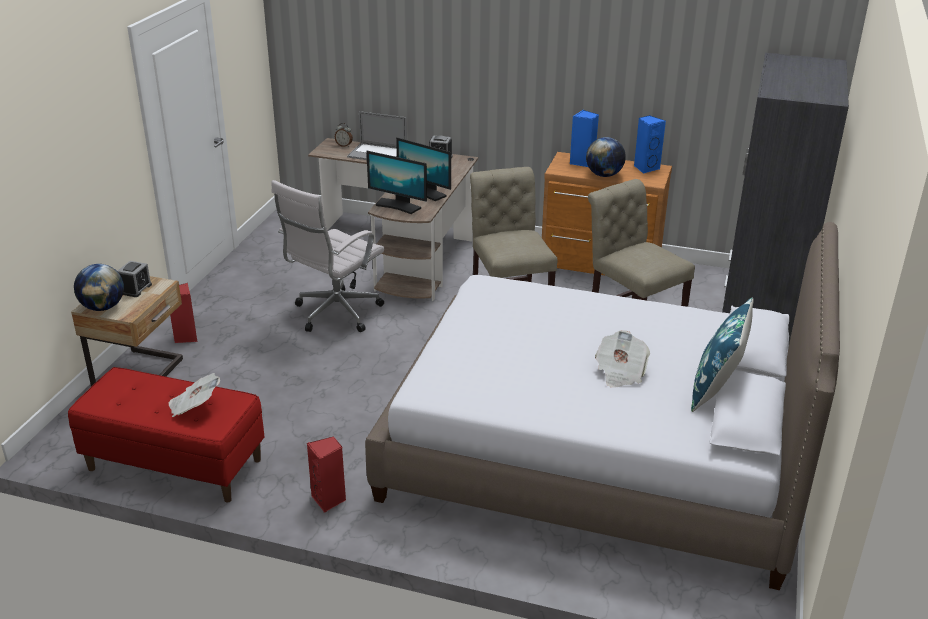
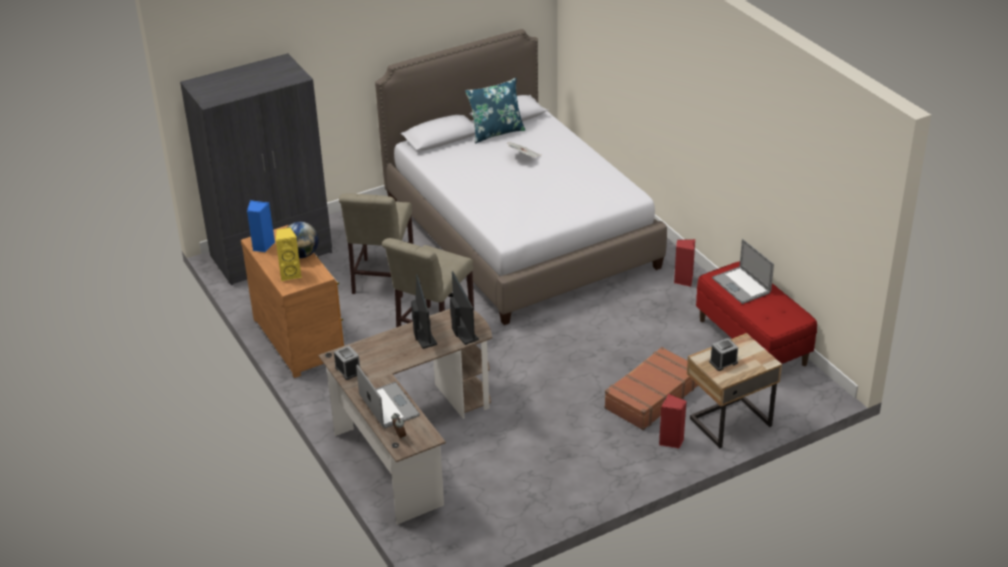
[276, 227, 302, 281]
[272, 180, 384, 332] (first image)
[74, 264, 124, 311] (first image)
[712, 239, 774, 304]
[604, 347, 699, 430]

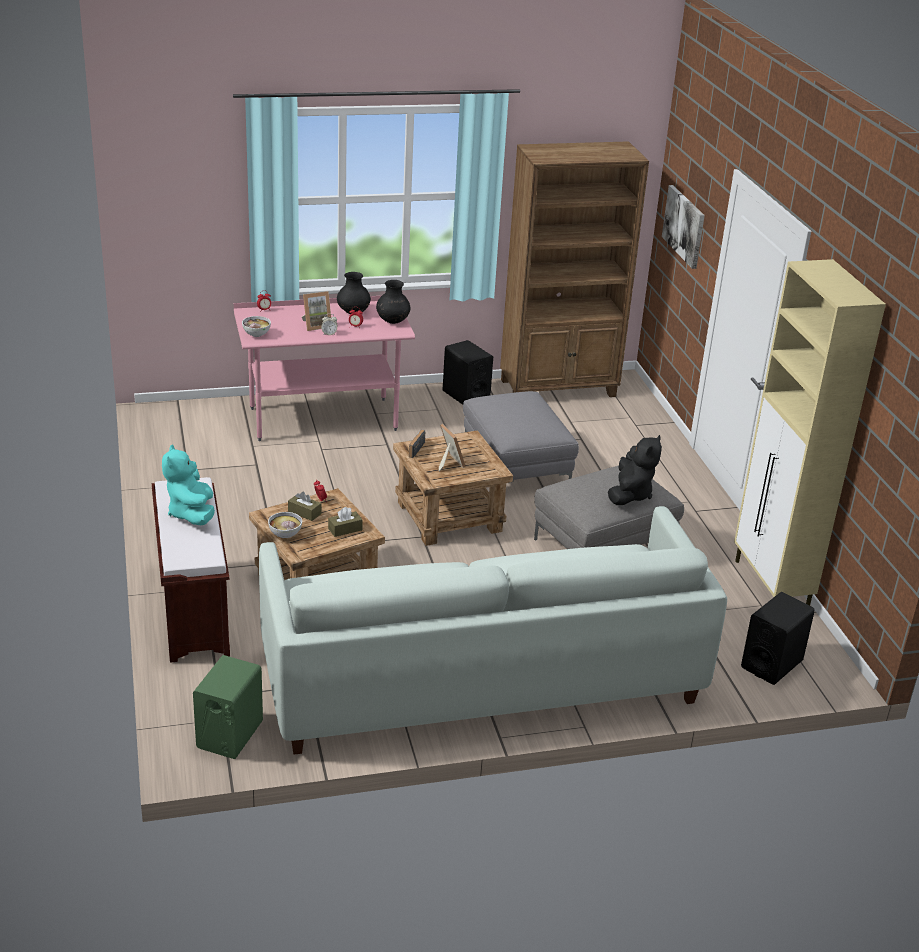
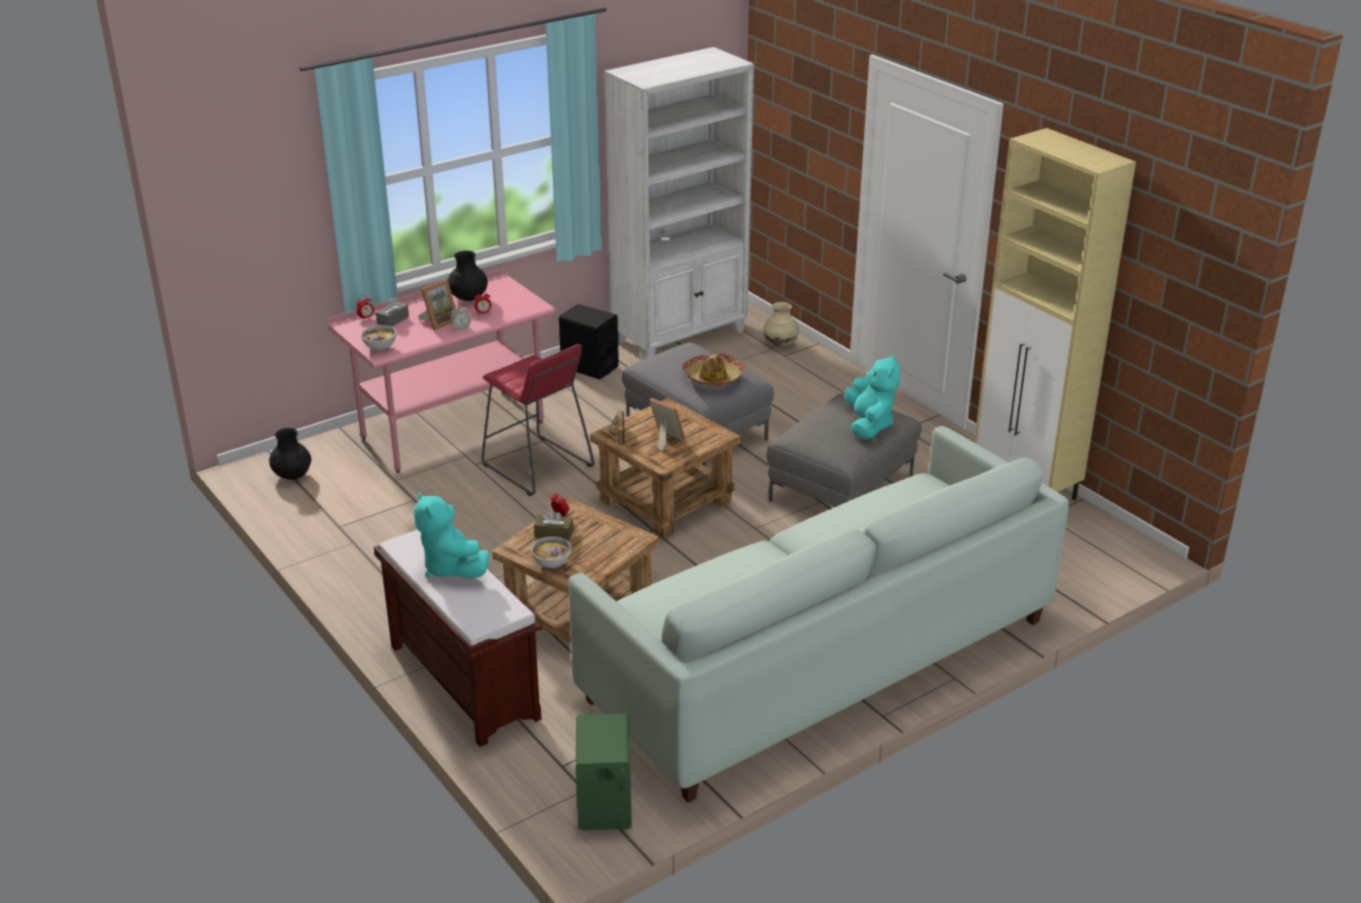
[604, 47, 754, 360]
[662, 185, 705, 269] (first image)
[269, 428, 311, 480]
[845, 354, 900, 440]
[328, 507, 363, 537] (first image)
[741, 592, 815, 685] (first image)
[376, 297, 409, 327]
[763, 302, 799, 346]
[482, 344, 594, 496]
[682, 354, 745, 386]

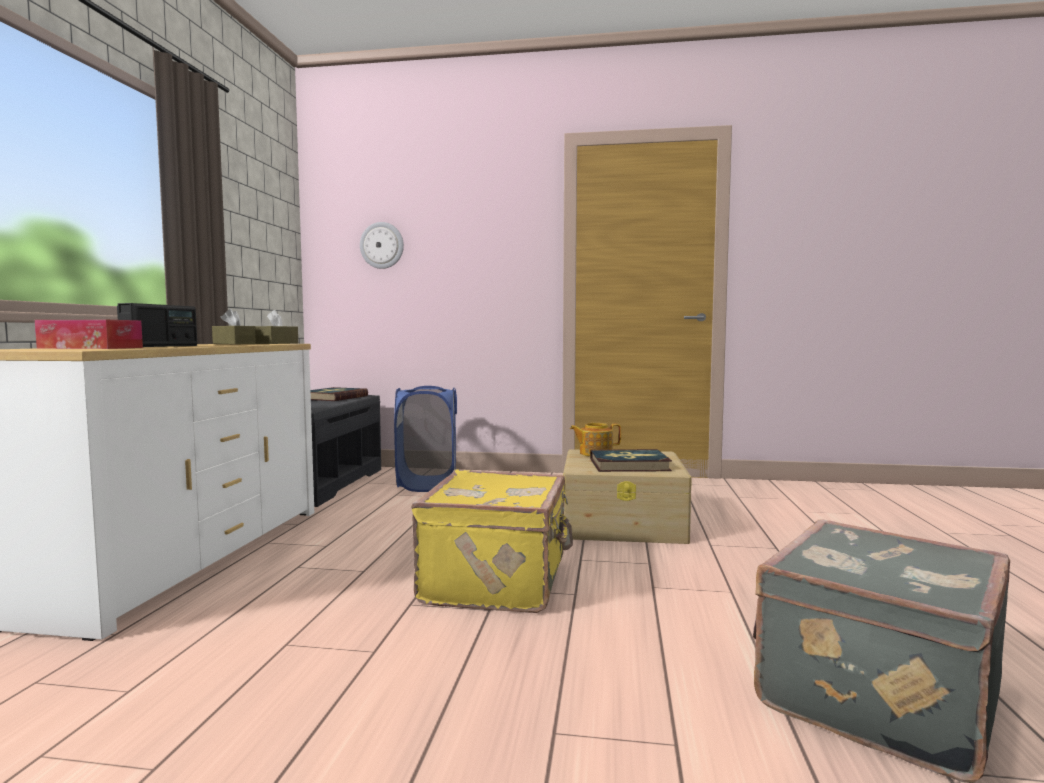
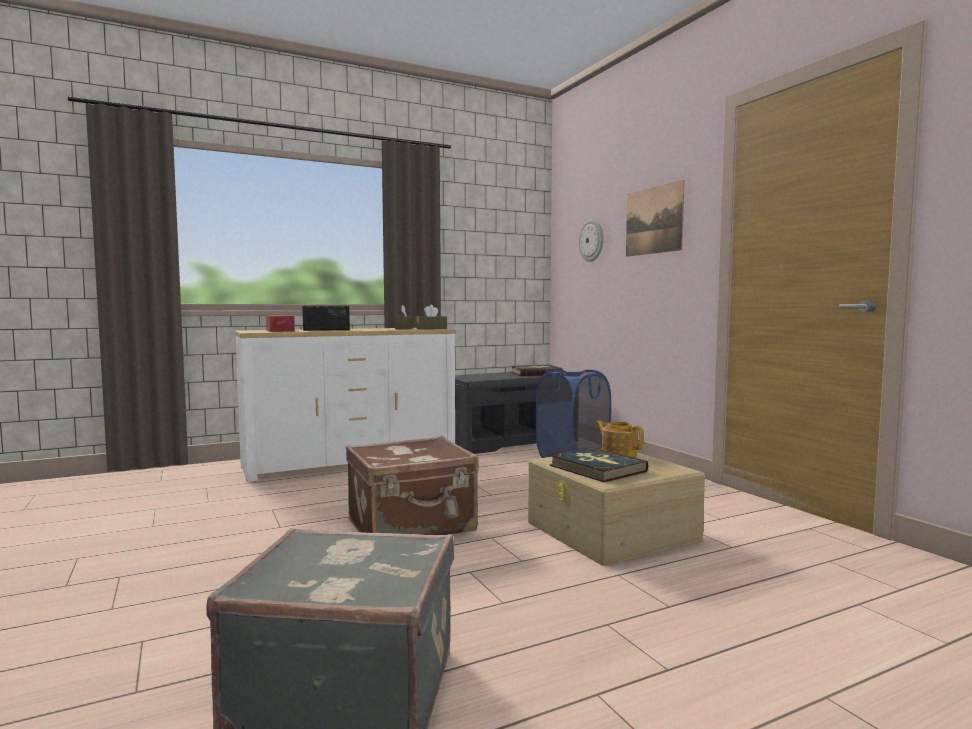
[346, 436, 479, 535]
[626, 180, 685, 257]

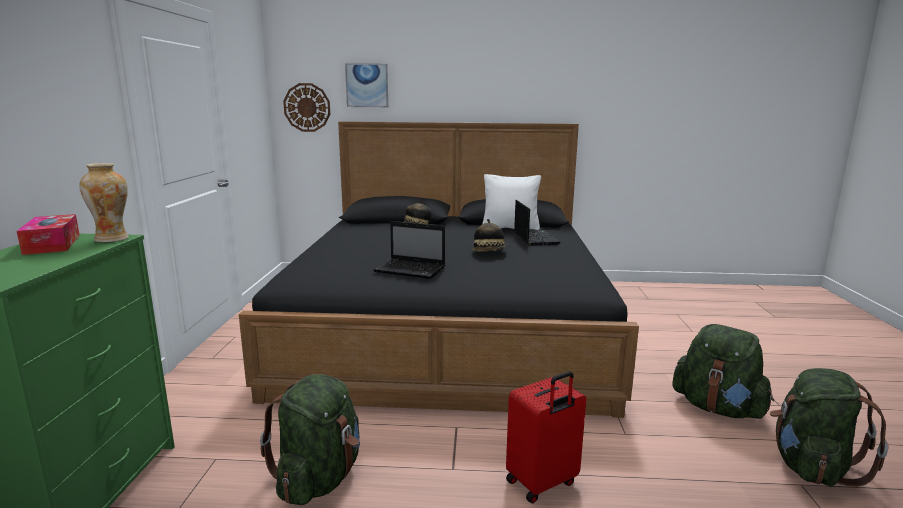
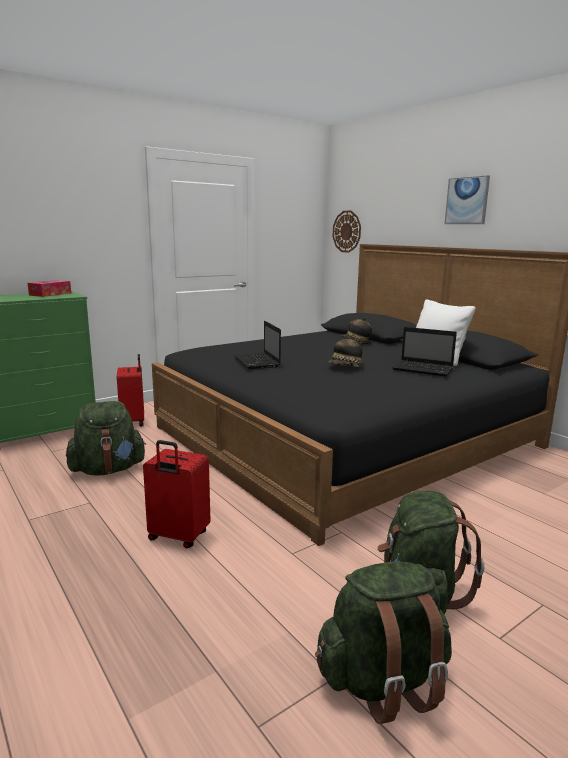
[445, 175, 490, 224]
[79, 163, 129, 242] (first image)
[393, 327, 457, 377]
[117, 354, 144, 427]

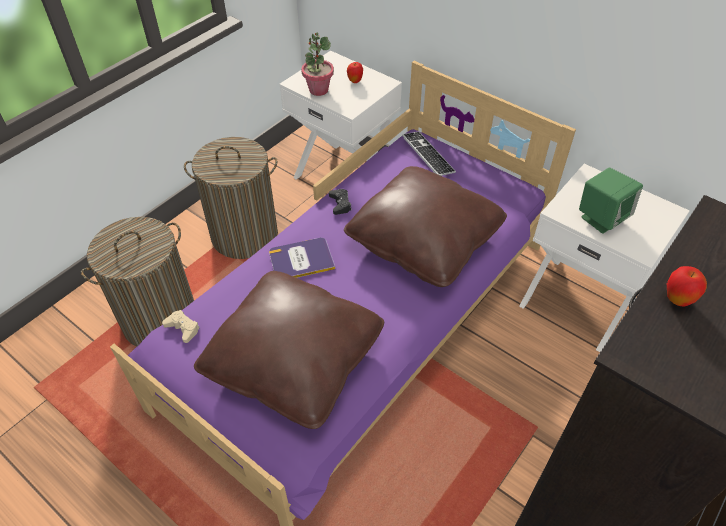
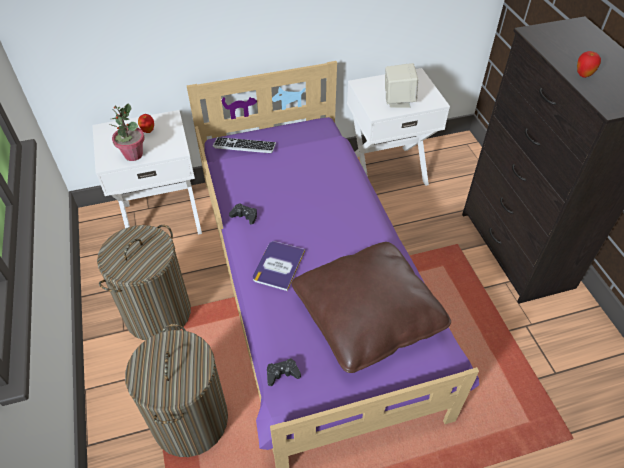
[344, 166, 507, 287] (first image)
[385, 63, 418, 108]
[267, 358, 301, 386]

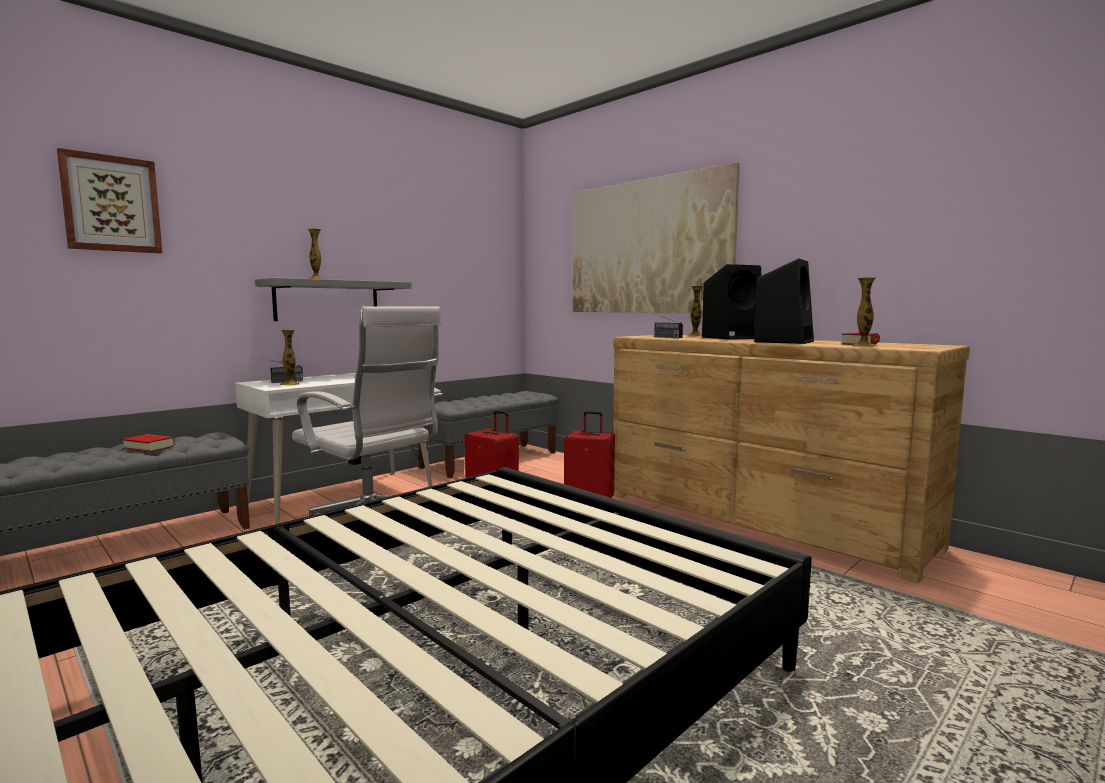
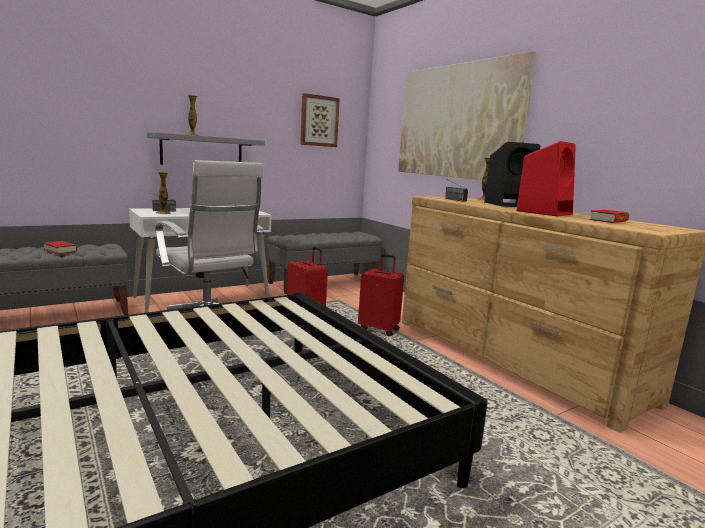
[300, 93, 340, 147]
[517, 141, 576, 217]
[852, 277, 876, 347] (first image)

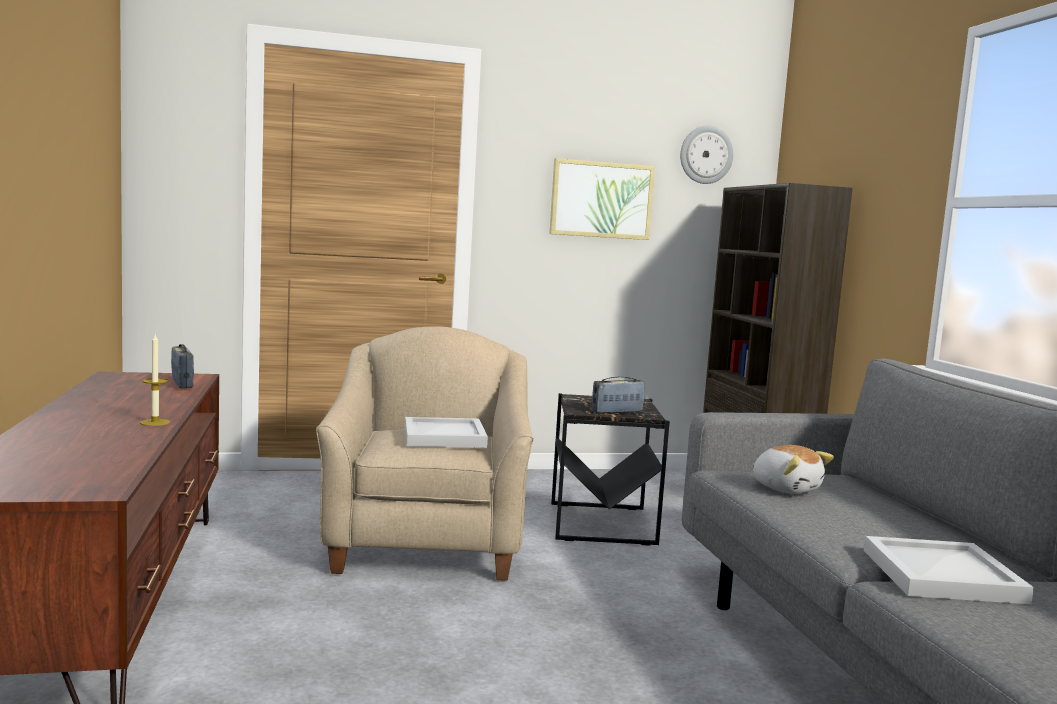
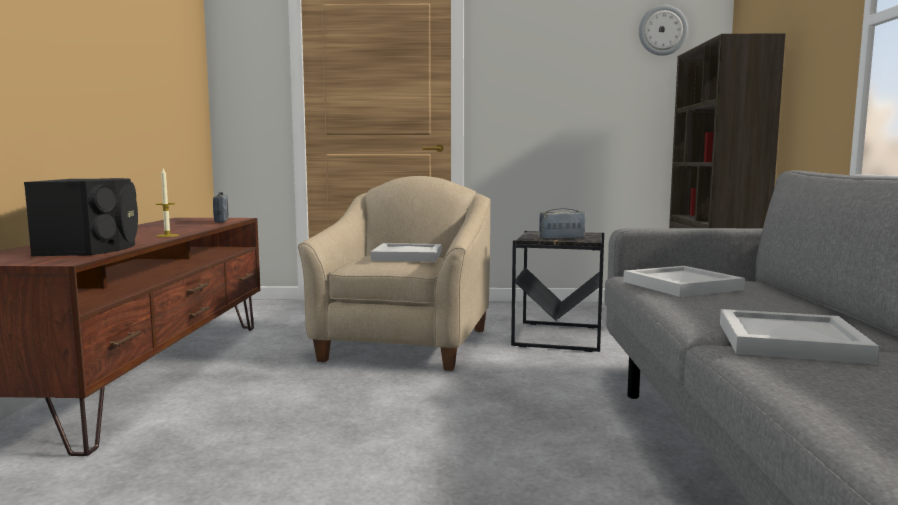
[549, 158, 655, 240] (first image)
[623, 266, 745, 297]
[24, 178, 138, 257]

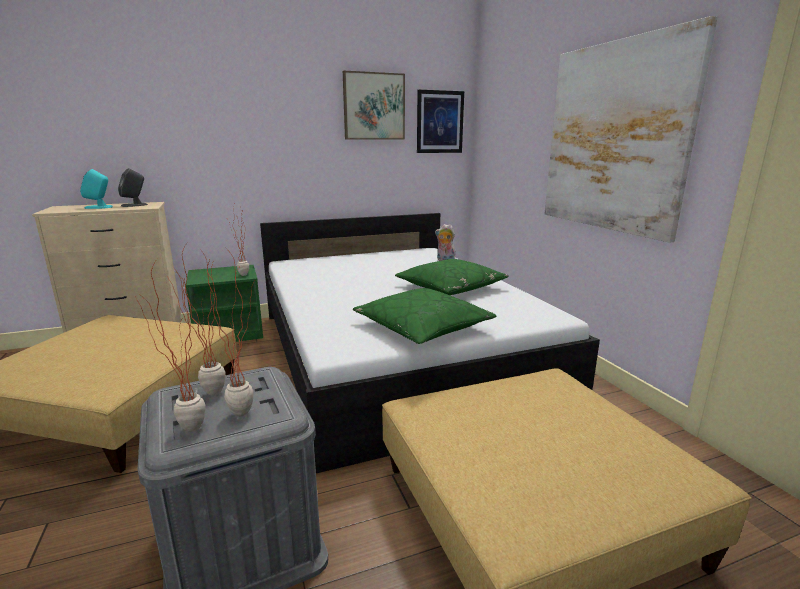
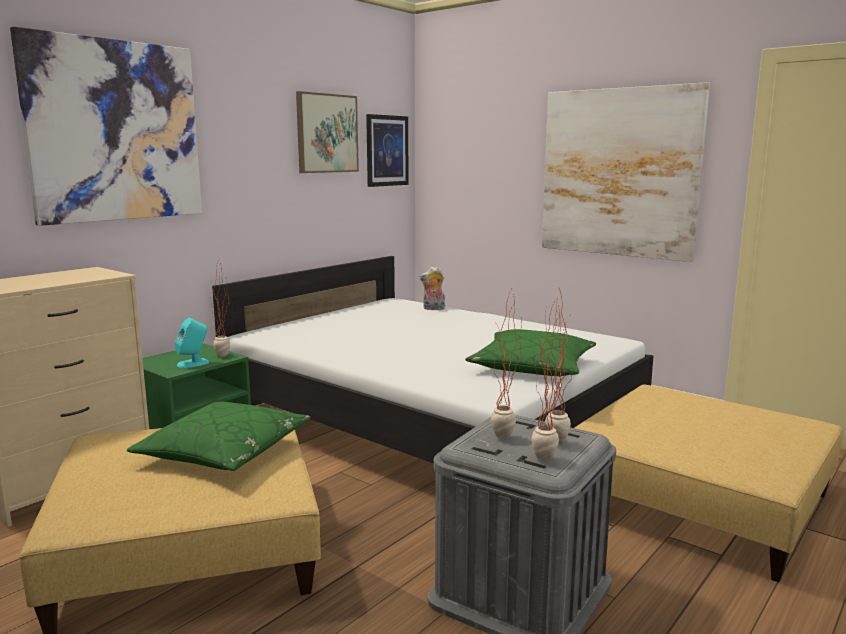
[118, 168, 148, 207] (first image)
[175, 318, 209, 368]
[127, 402, 311, 471]
[10, 26, 202, 226]

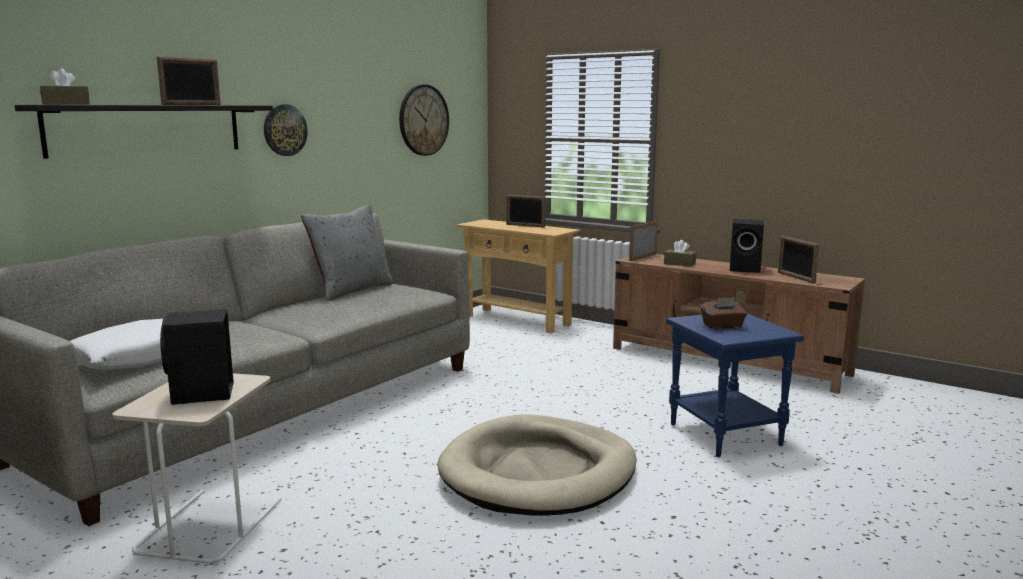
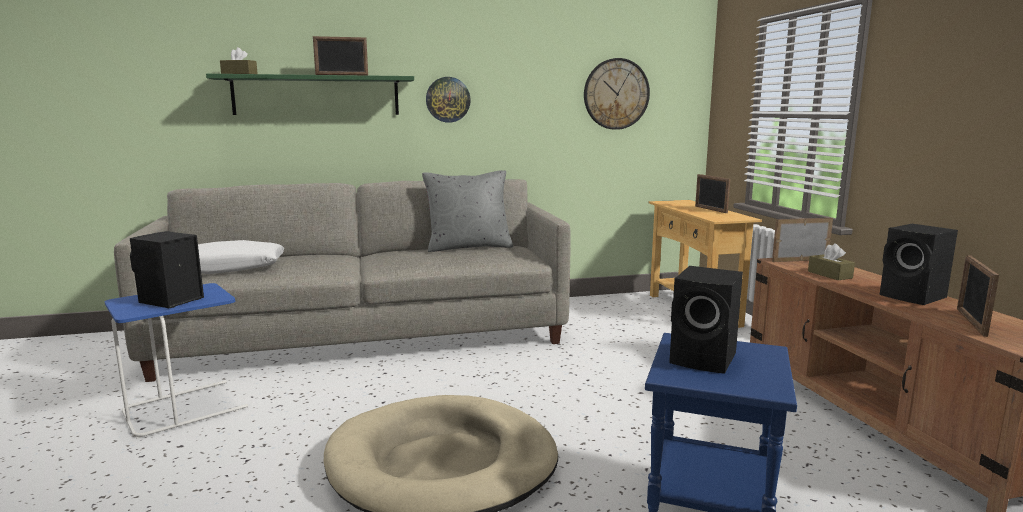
[206, 74, 414, 115]
[669, 266, 743, 374]
[105, 283, 248, 438]

